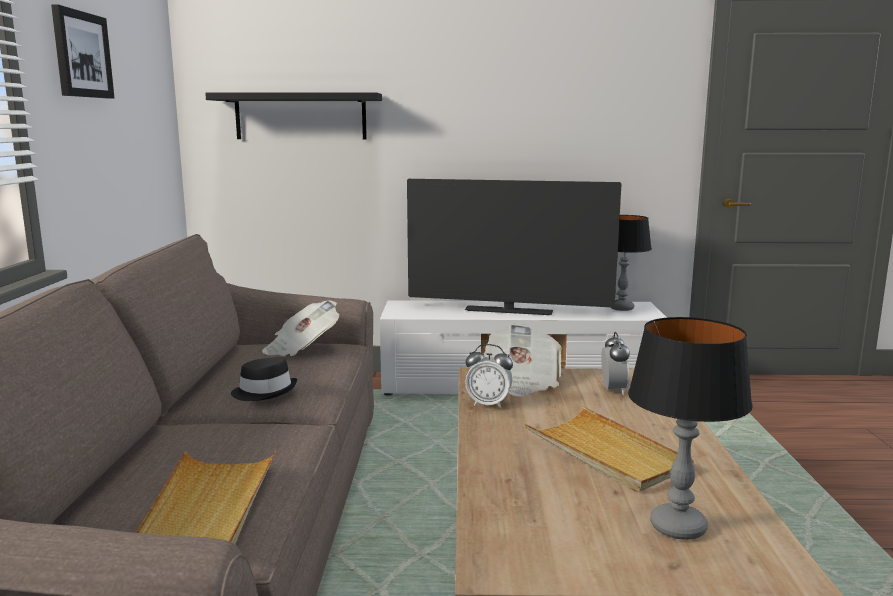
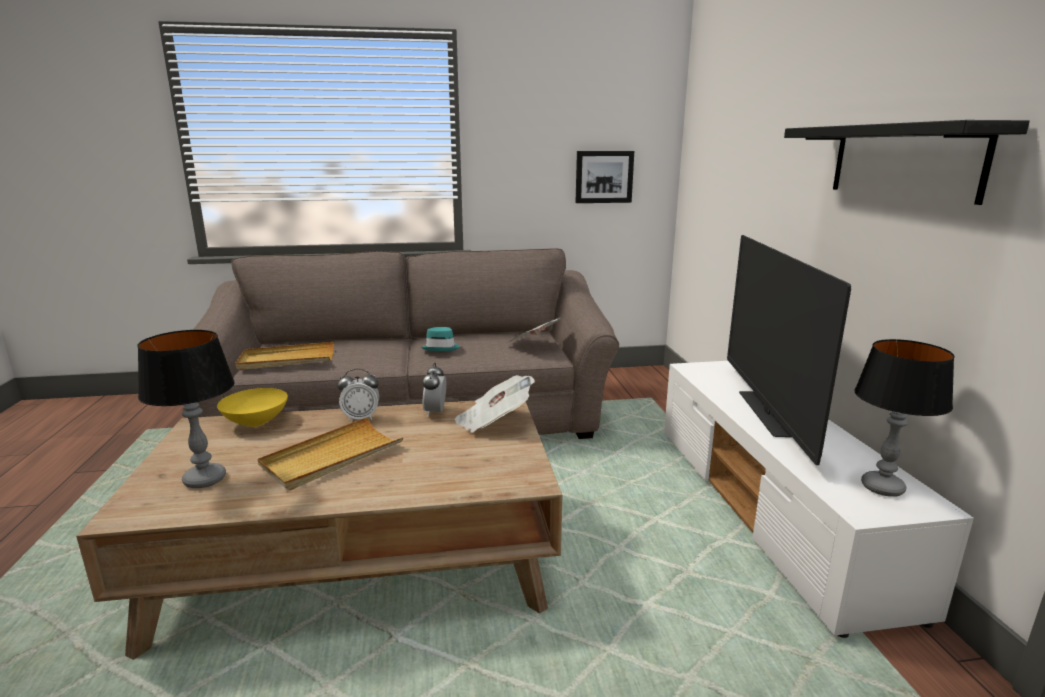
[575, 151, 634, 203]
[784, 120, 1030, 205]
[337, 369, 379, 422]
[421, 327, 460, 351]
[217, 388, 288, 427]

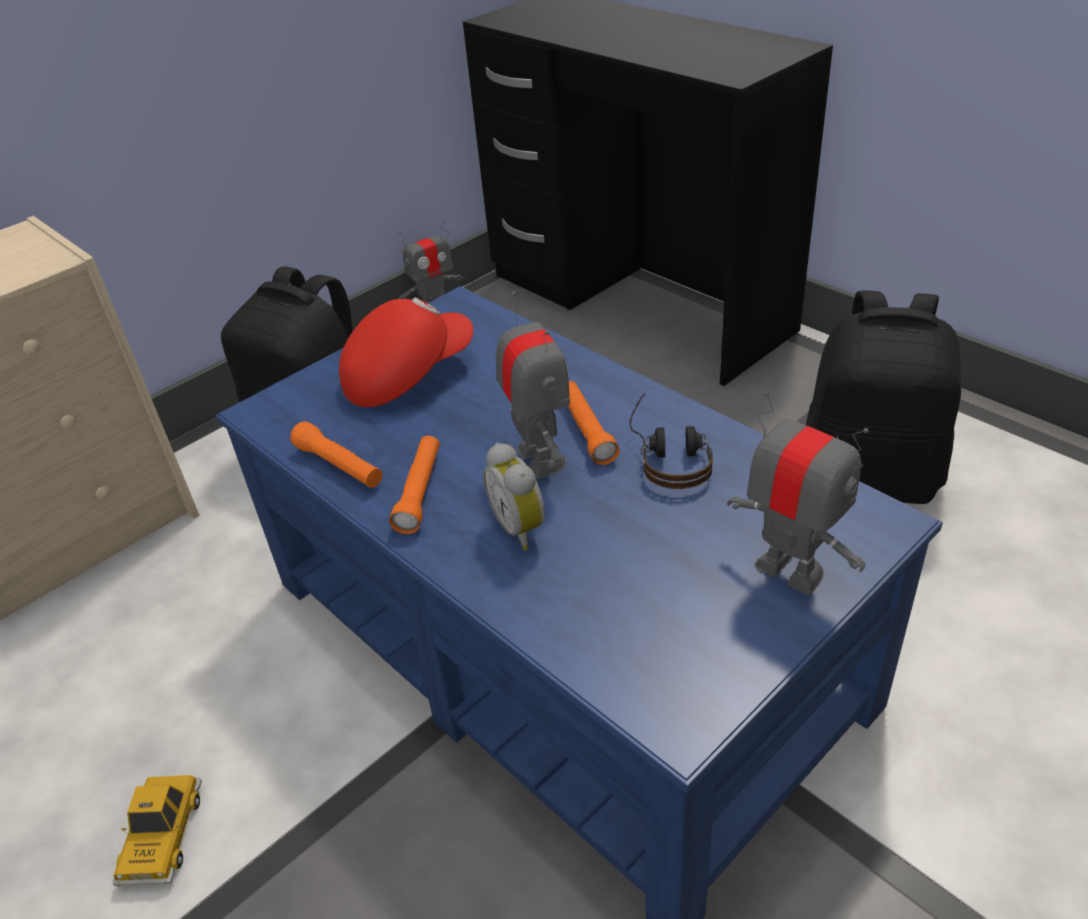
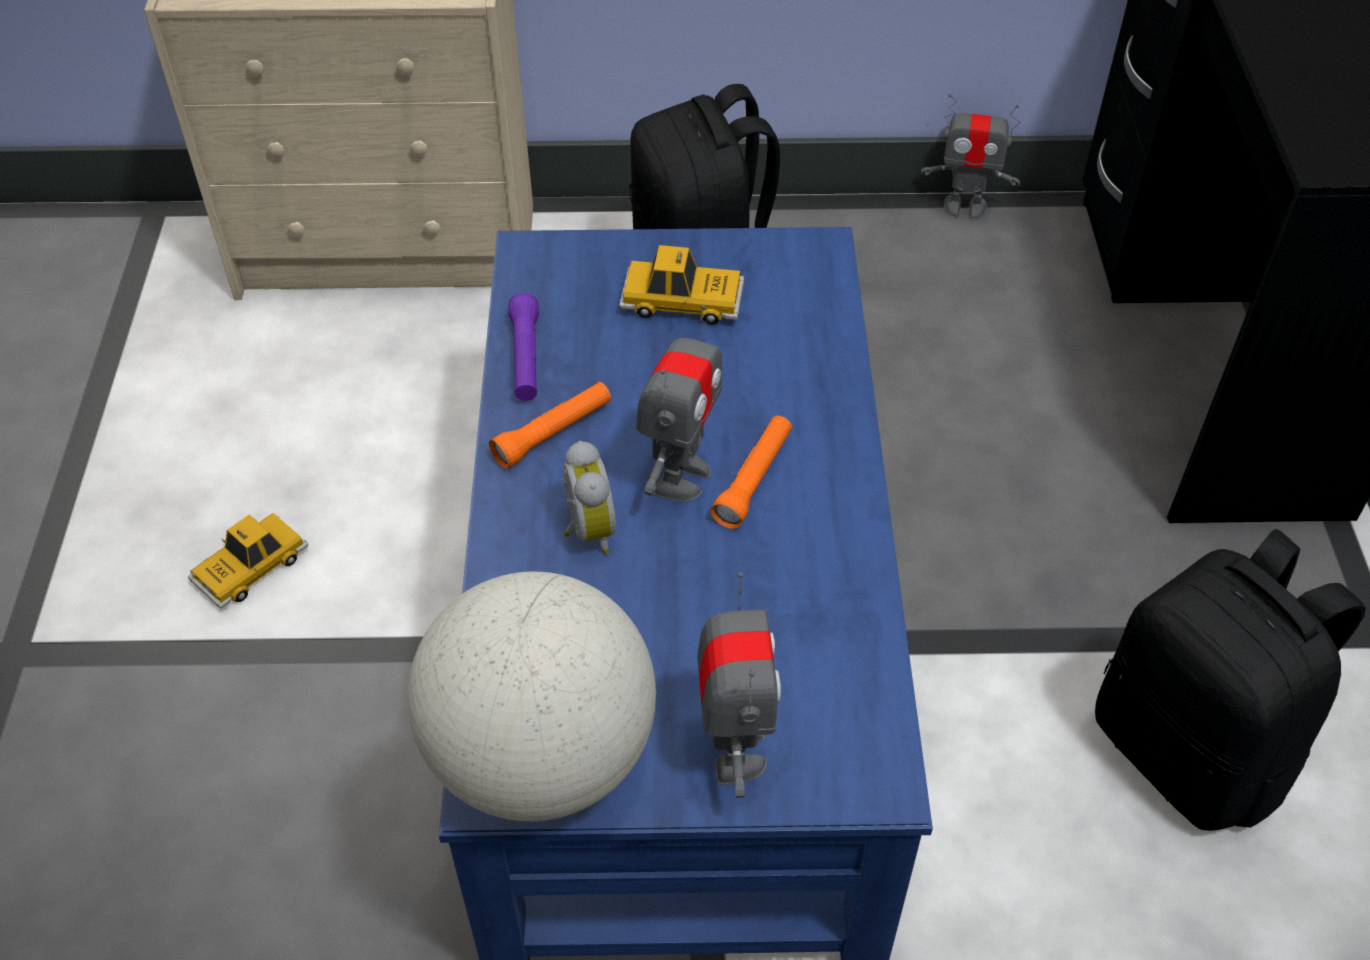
[619, 245, 744, 325]
[630, 393, 713, 489] (first image)
[508, 293, 539, 401]
[563, 441, 616, 554]
[407, 572, 656, 821]

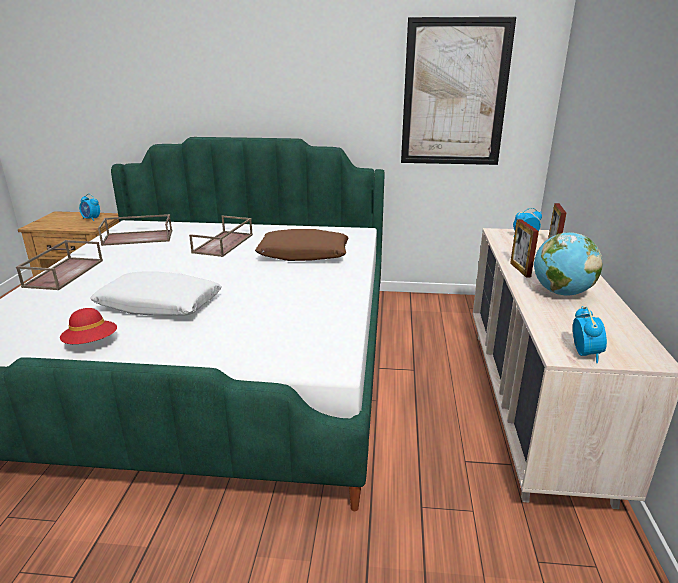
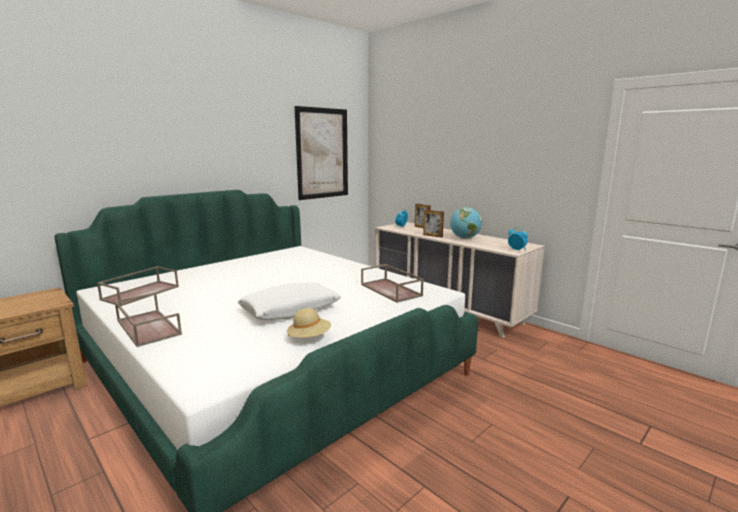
[79, 194, 100, 221] (first image)
[361, 264, 424, 303]
[255, 229, 348, 261] (first image)
[287, 308, 331, 338]

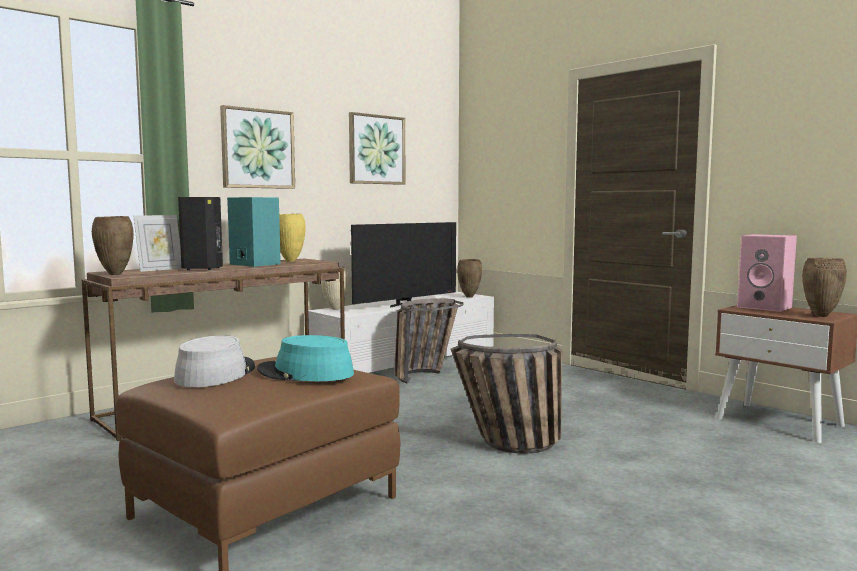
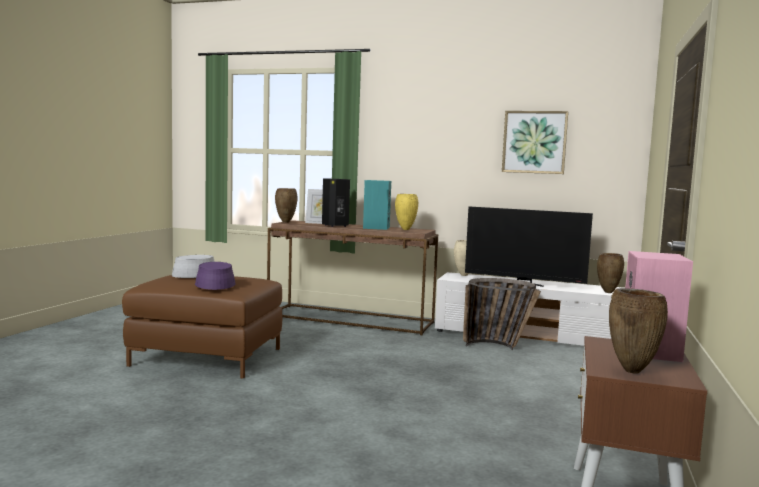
[220, 105, 295, 189] (first image)
[451, 334, 562, 454] (first image)
[195, 262, 236, 290]

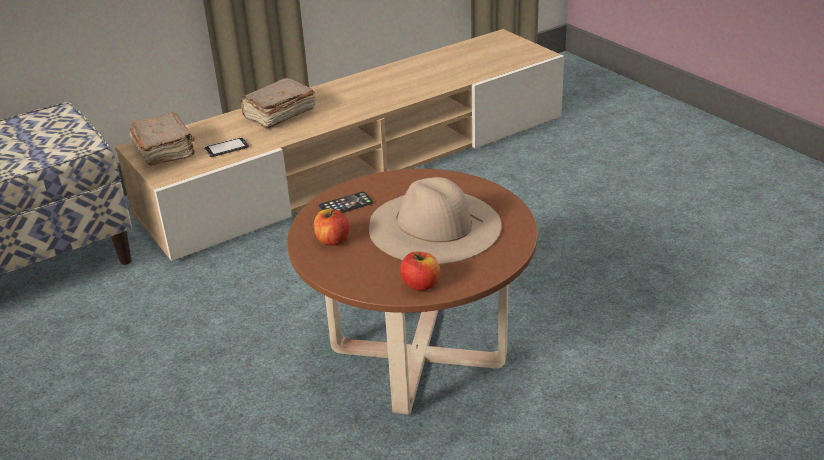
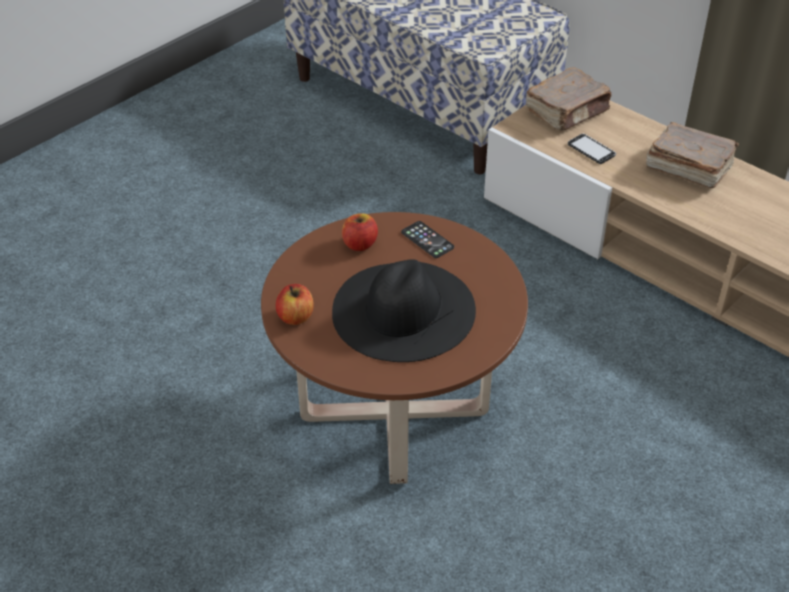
[332, 259, 476, 362]

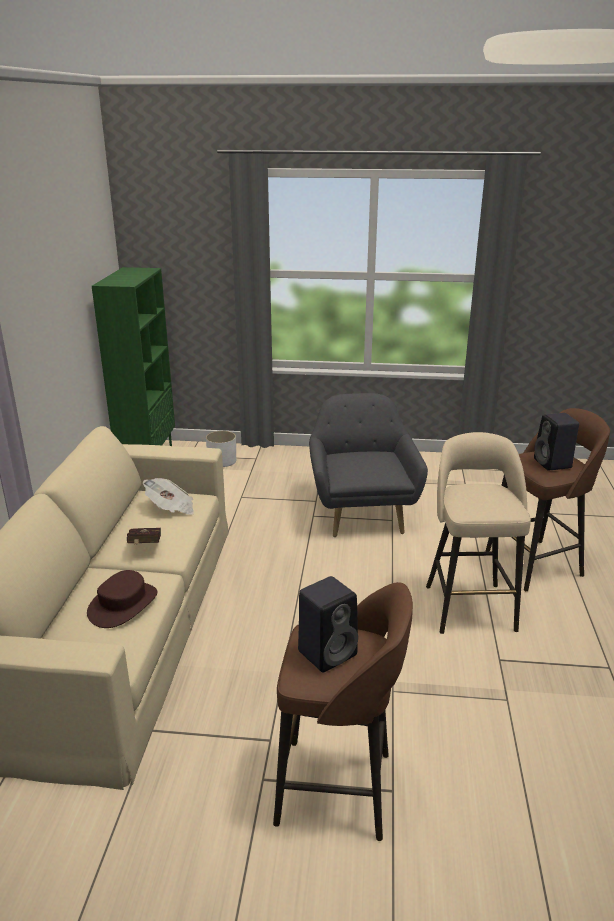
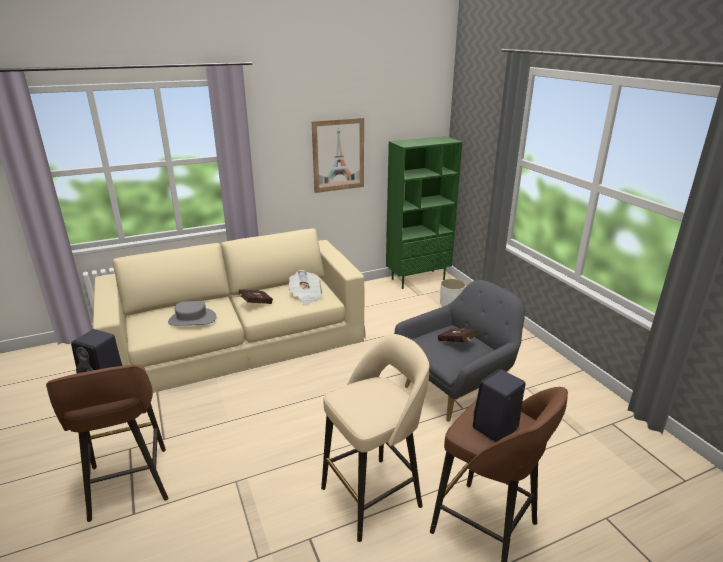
[168, 301, 216, 326]
[312, 118, 364, 193]
[438, 328, 478, 342]

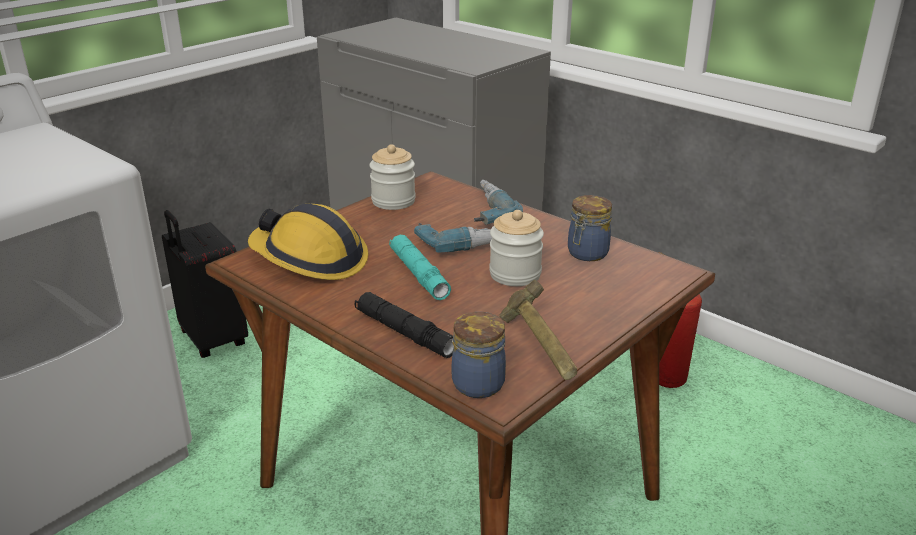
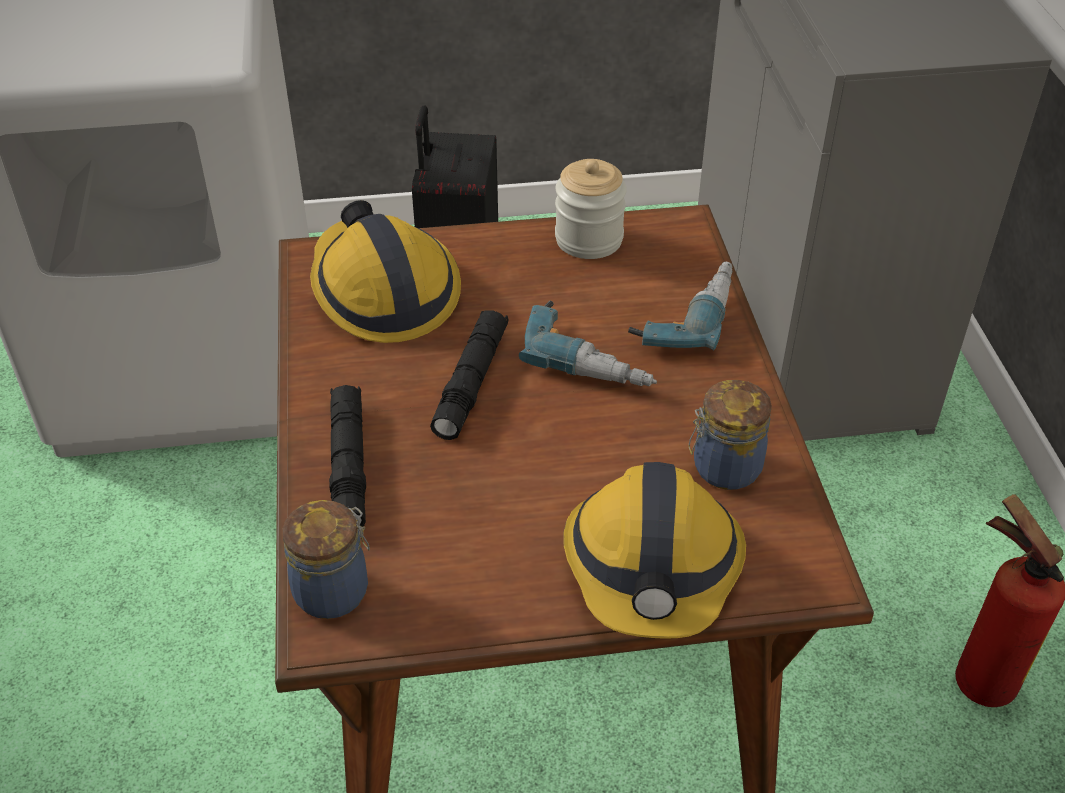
[489, 210, 544, 286] (first image)
[430, 310, 509, 440]
[499, 280, 577, 380] (first image)
[563, 462, 746, 639]

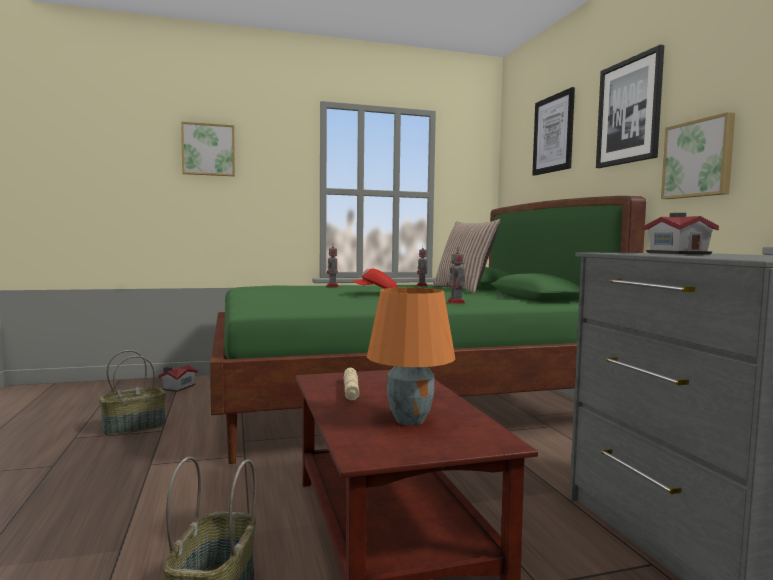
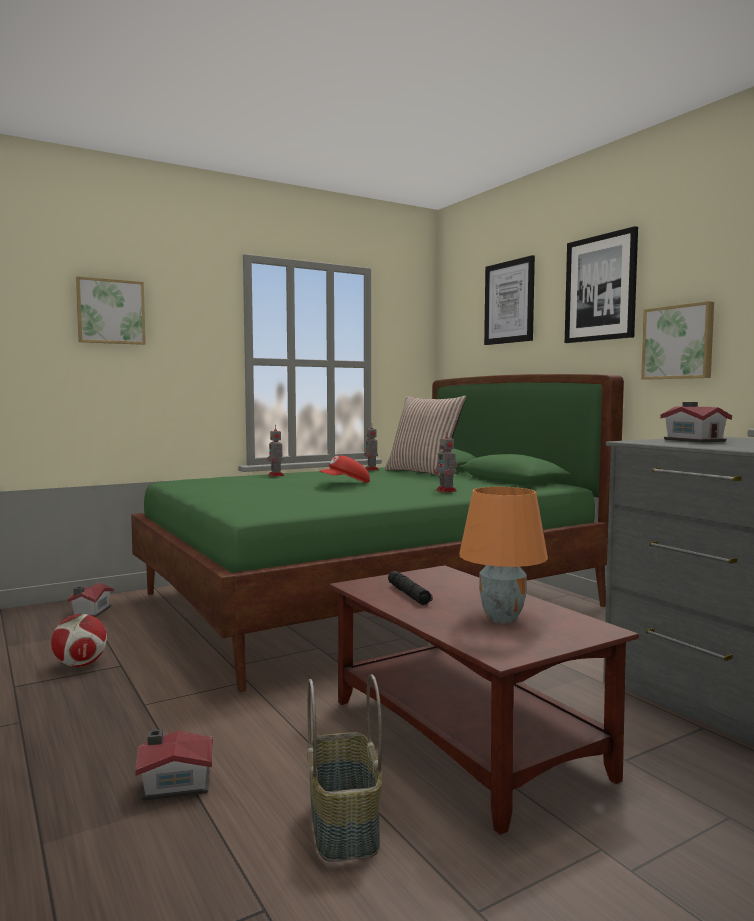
[51, 614, 107, 667]
[388, 571, 433, 605]
[135, 729, 213, 801]

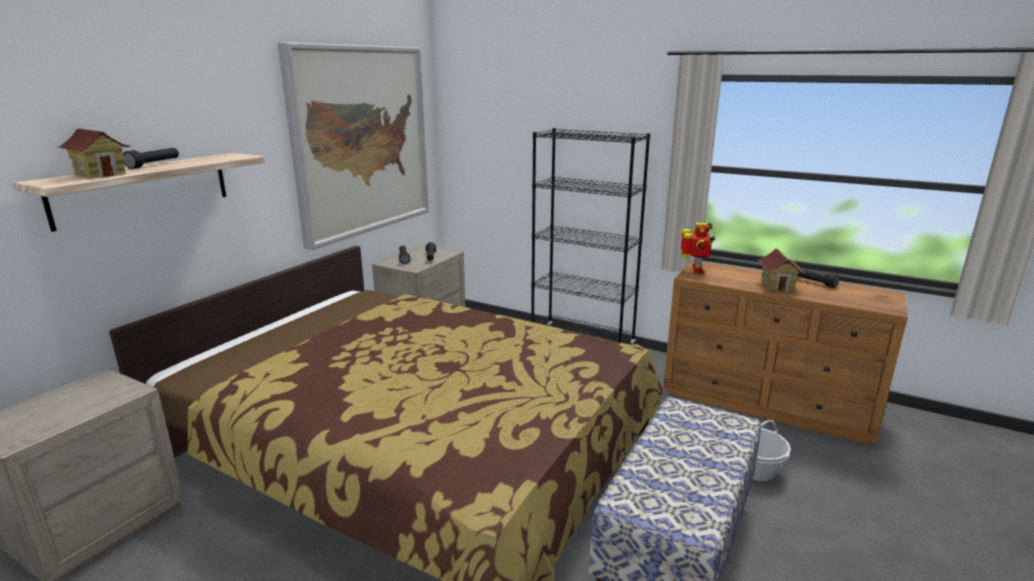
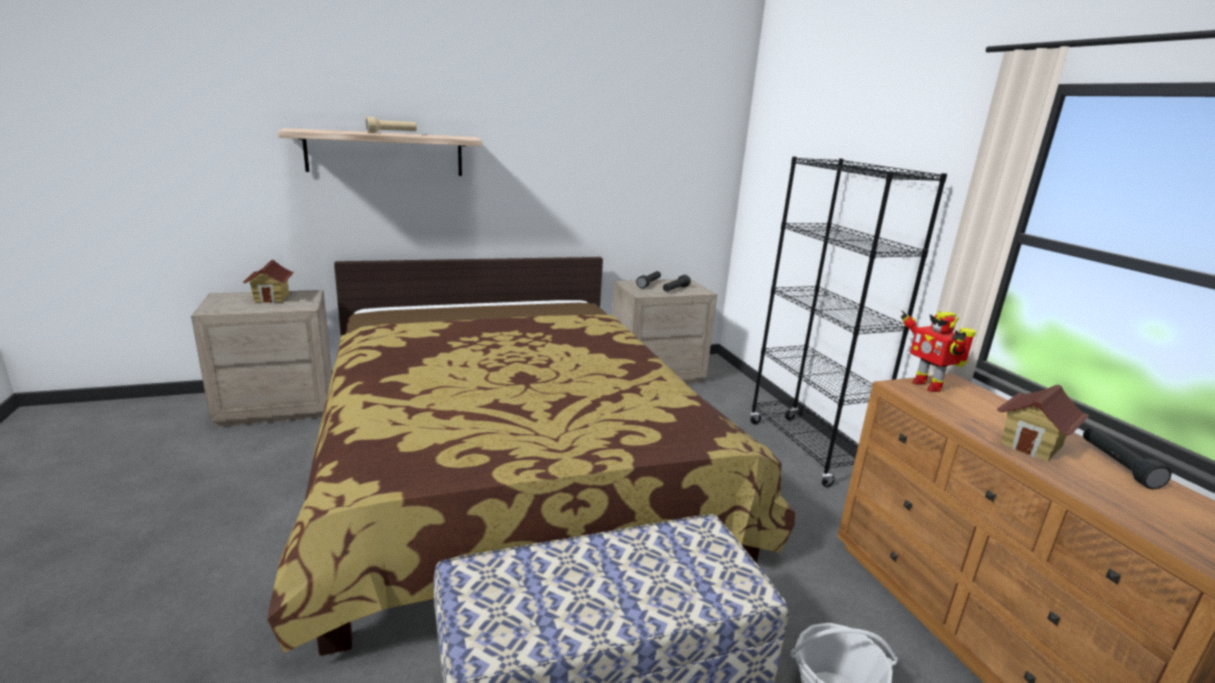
[278, 42, 429, 250] (first image)
[242, 260, 294, 303]
[365, 117, 417, 133]
[901, 311, 976, 392]

